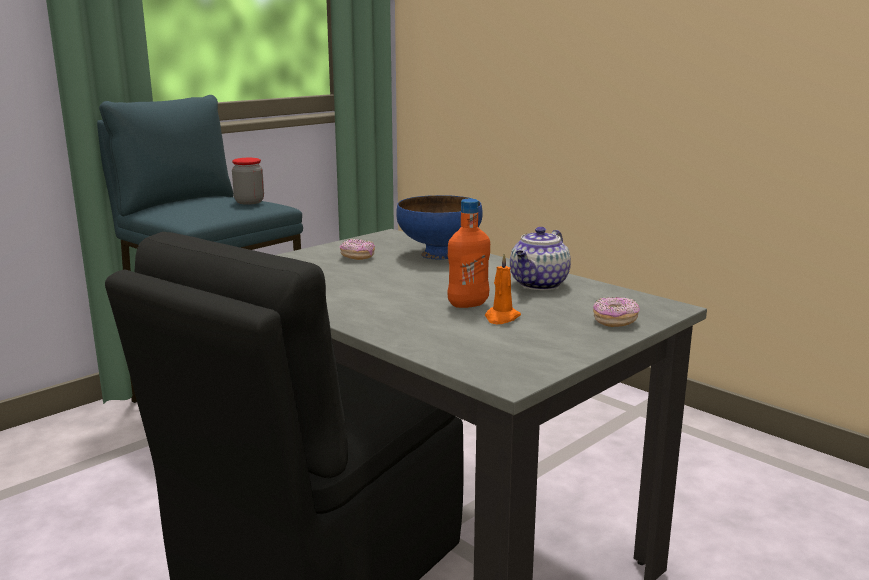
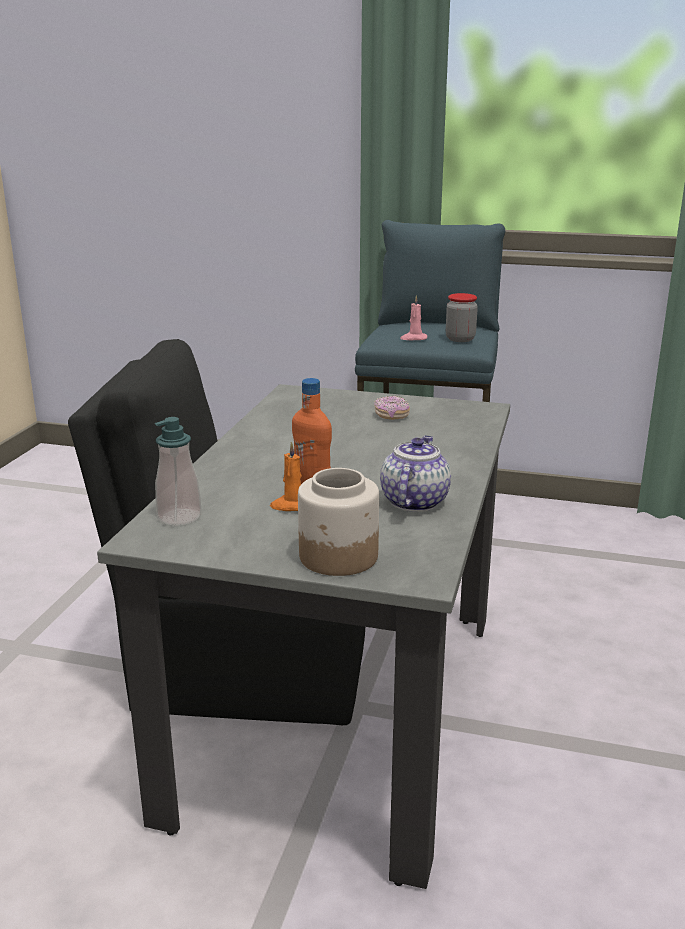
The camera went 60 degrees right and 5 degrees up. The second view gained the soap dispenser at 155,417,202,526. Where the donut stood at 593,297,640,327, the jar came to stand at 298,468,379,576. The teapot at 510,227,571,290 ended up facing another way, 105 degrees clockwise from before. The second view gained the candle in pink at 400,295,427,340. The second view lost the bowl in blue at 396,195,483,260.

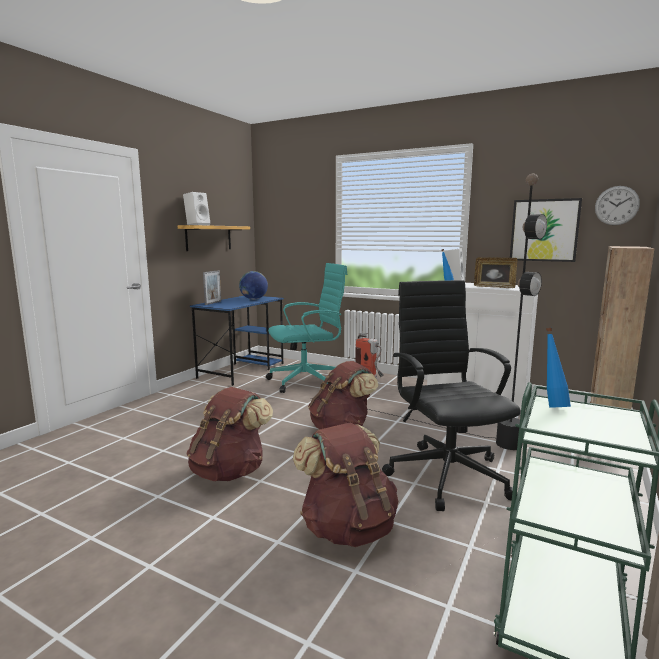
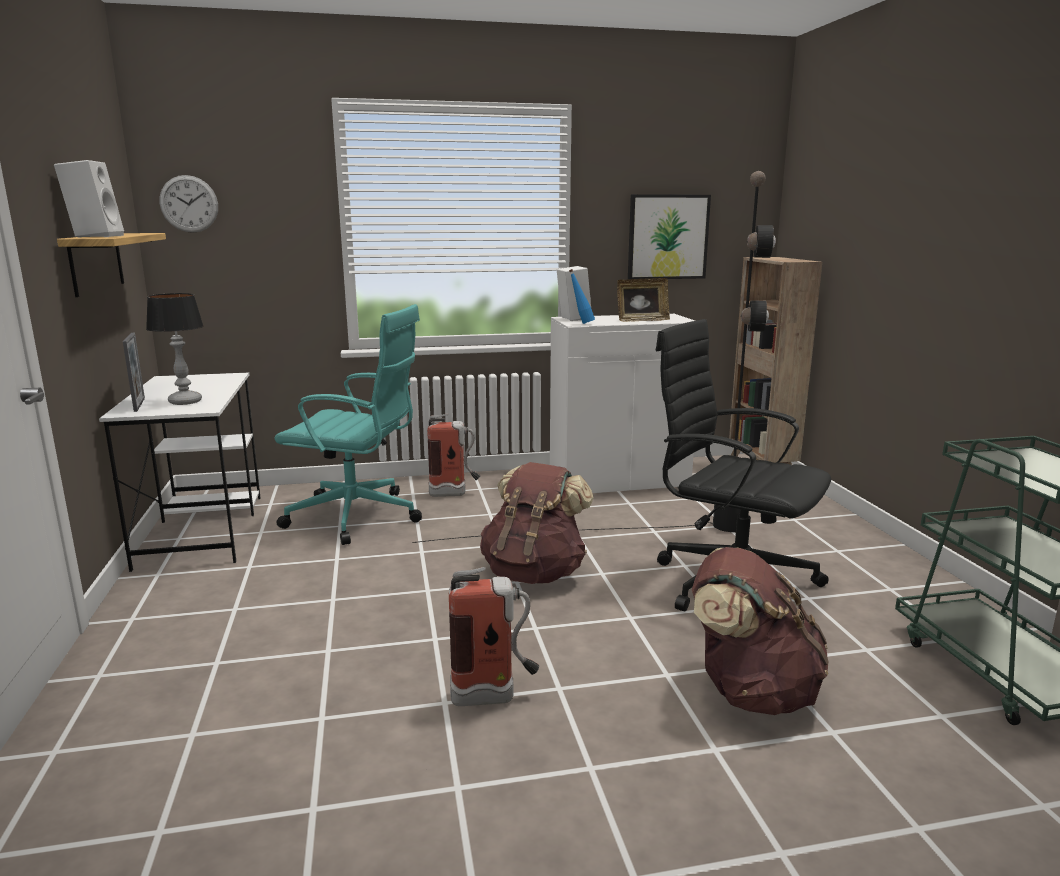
The camera went 40 degrees left and 5 degrees up. What was the desk in blue at 190,296,284,386 turned into the desk in white at 99,372,261,572. The second view gained the table lamp at 146,293,204,405. The wall clock ended up elsewhere, having gone from 595,186,640,225 to 160,175,218,233. The office chair in turquoise at 266,263,348,393 ended up facing another way, 75 degrees clockwise from before. Where the backpack in brown stood at 186,387,273,481, the fire extinguisher came to stand at 449,567,539,706. The second view lost the globe at 239,271,268,299. The second view lost the bottle in blue at 546,328,571,408.

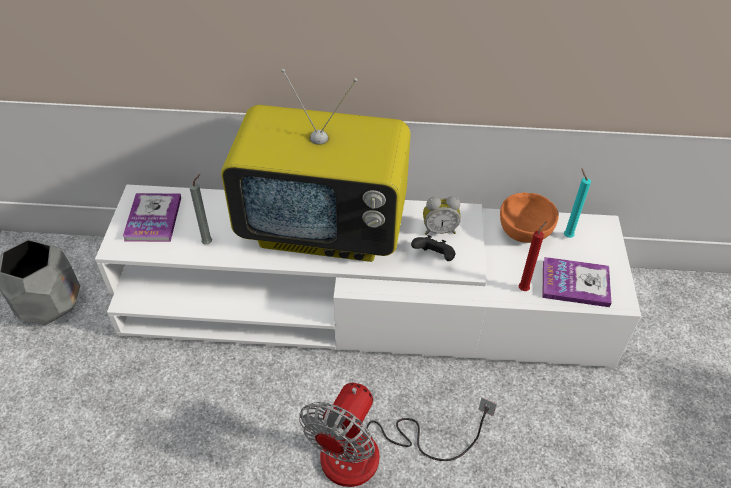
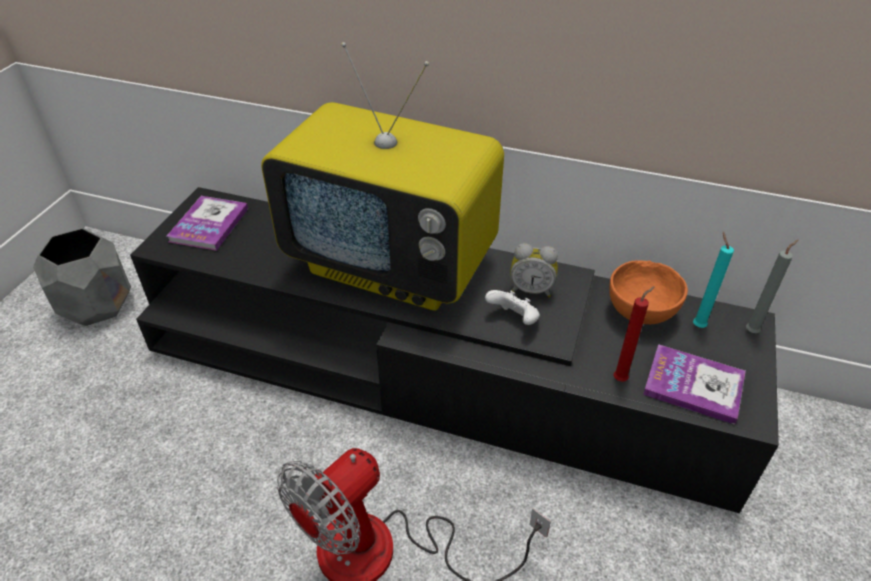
The camera went 15 degrees right and 5 degrees down. What was the tv stand in white at 95,184,641,367 turned into the tv stand in black at 130,187,779,513. What was the game controller in black at 411,235,455,261 turned into the game controller in white at 485,290,540,325. The candle in grey ended up elsewhere, having gone from 189,174,212,244 to 746,240,798,333.

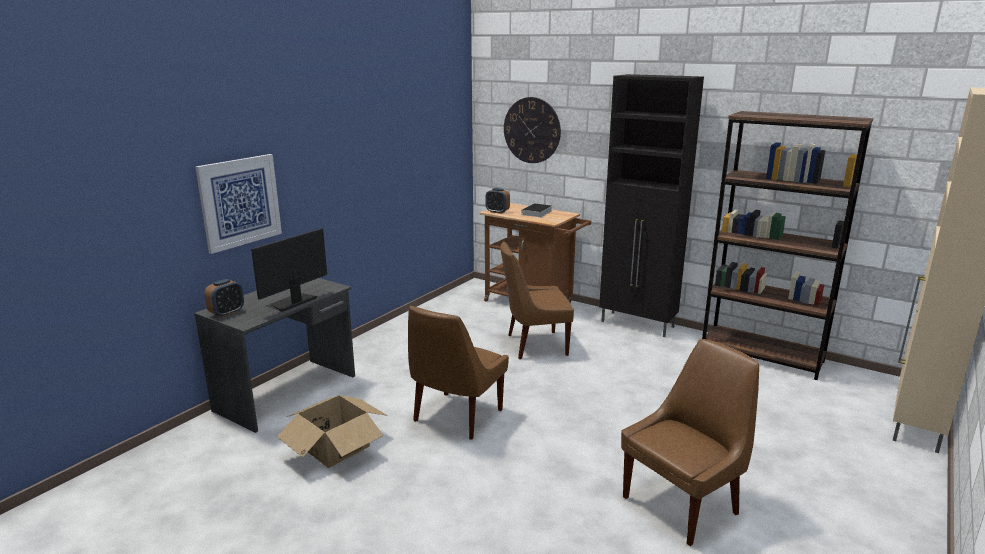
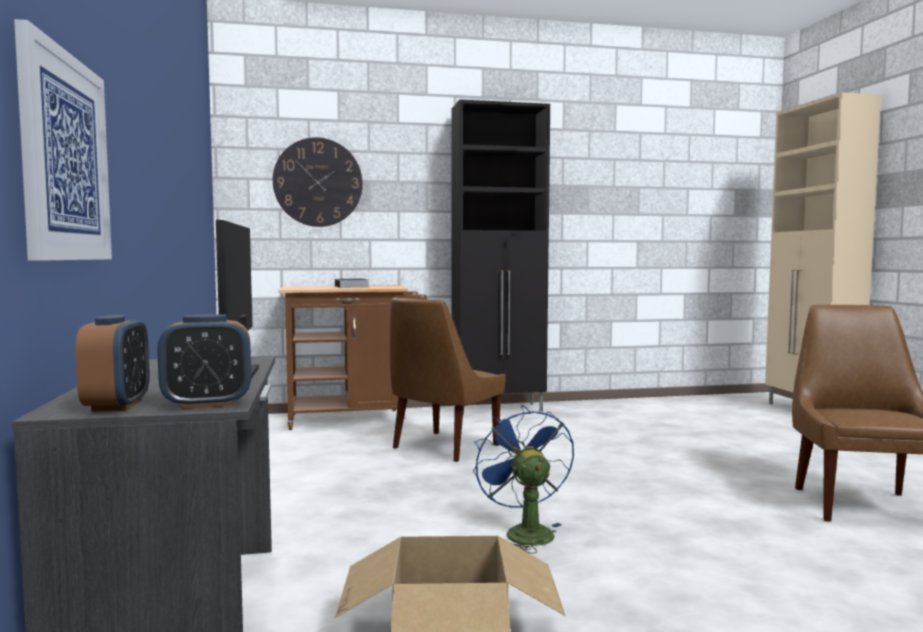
The camera went 45 degrees left and 15 degrees down. The alarm clock ended up elsewhere, having gone from 485,188,510,214 to 157,314,251,409. Where the chair in brown stood at 408,306,509,440, the fan in blue came to stand at 473,405,574,554. The second view lost the bookcase in brown at 702,111,873,380.

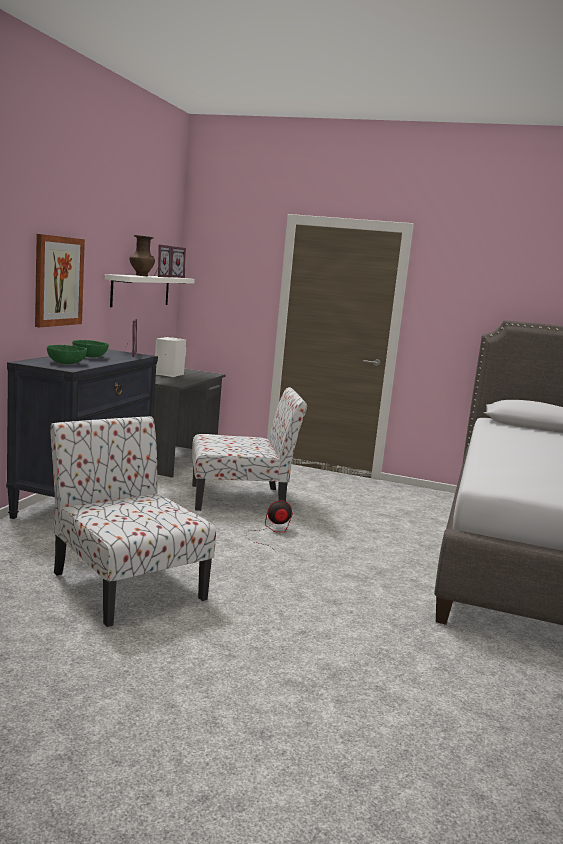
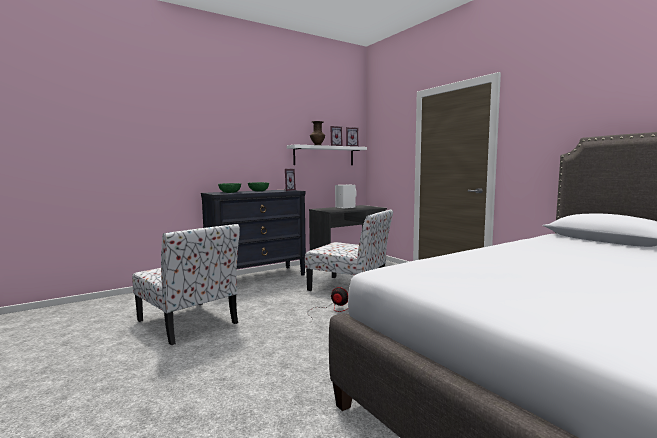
The camera went 40 degrees right and 5 degrees down. The chair at 50,416,216,627 ended up facing another way, 135 degrees clockwise from before. The second view lost the picture at 35,234,85,327.

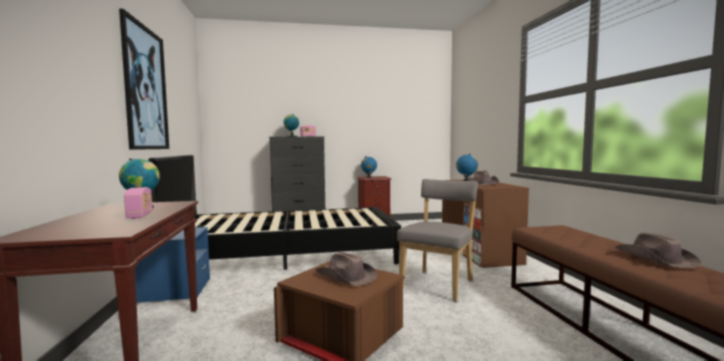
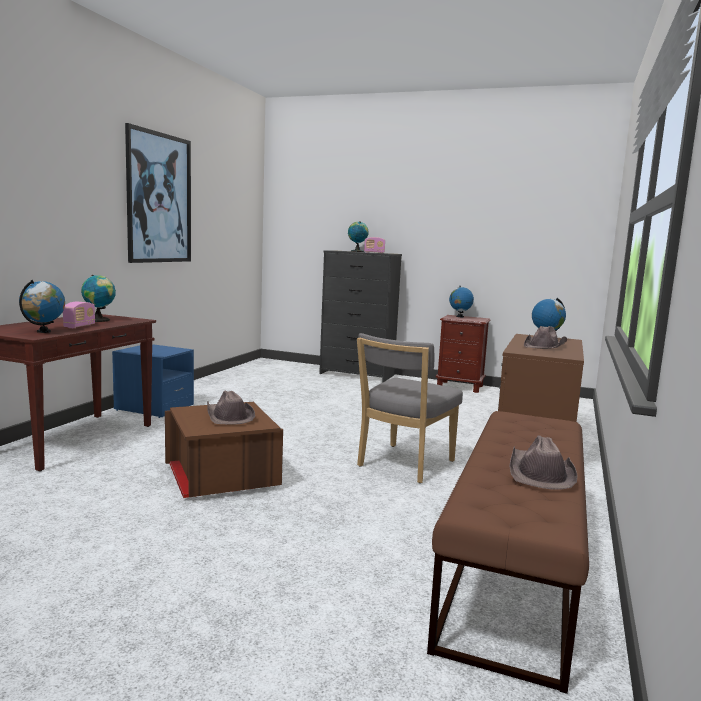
The camera went 30 degrees right and 5 degrees up. The second view gained the globe at 19,280,65,333. The chair in grey at 397,179,478,302 ended up facing another way, 150 degrees clockwise from before. The second view lost the bed in black at 148,155,401,270.

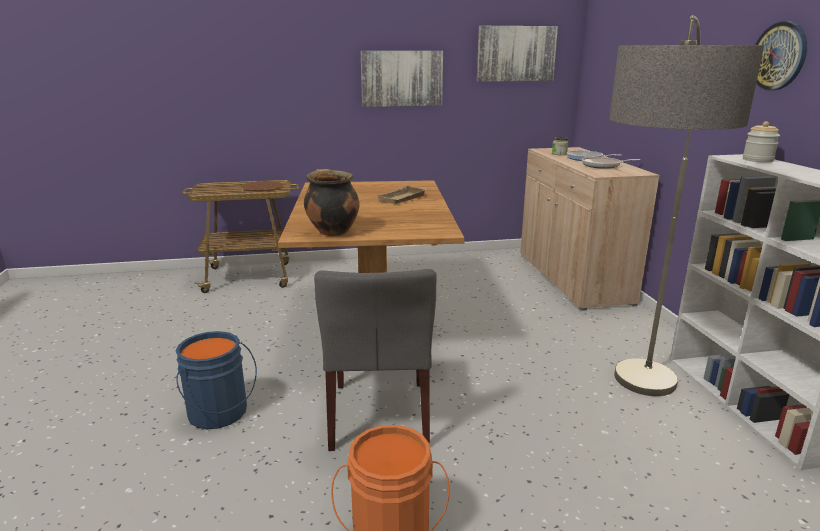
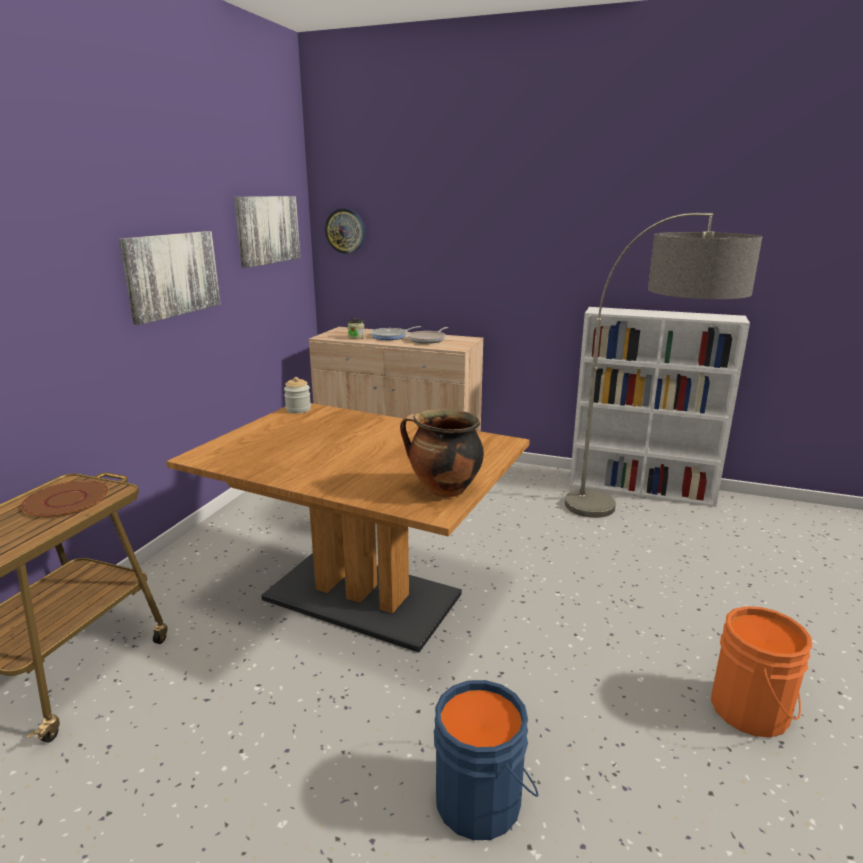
The camera went 60 degrees left and 0 degrees up. The jar ended up elsewhere, having gone from 743,121,780,162 to 284,377,311,413. The wall clock ended up elsewhere, having gone from 755,21,807,91 to 325,208,365,254. The second view lost the chair in grey at 314,269,437,451. The second view lost the tray in beige at 378,185,427,204.

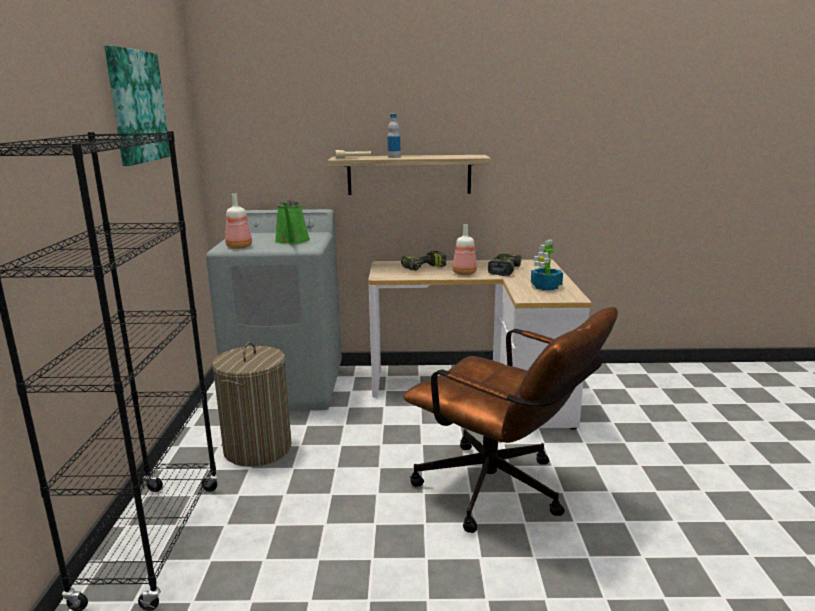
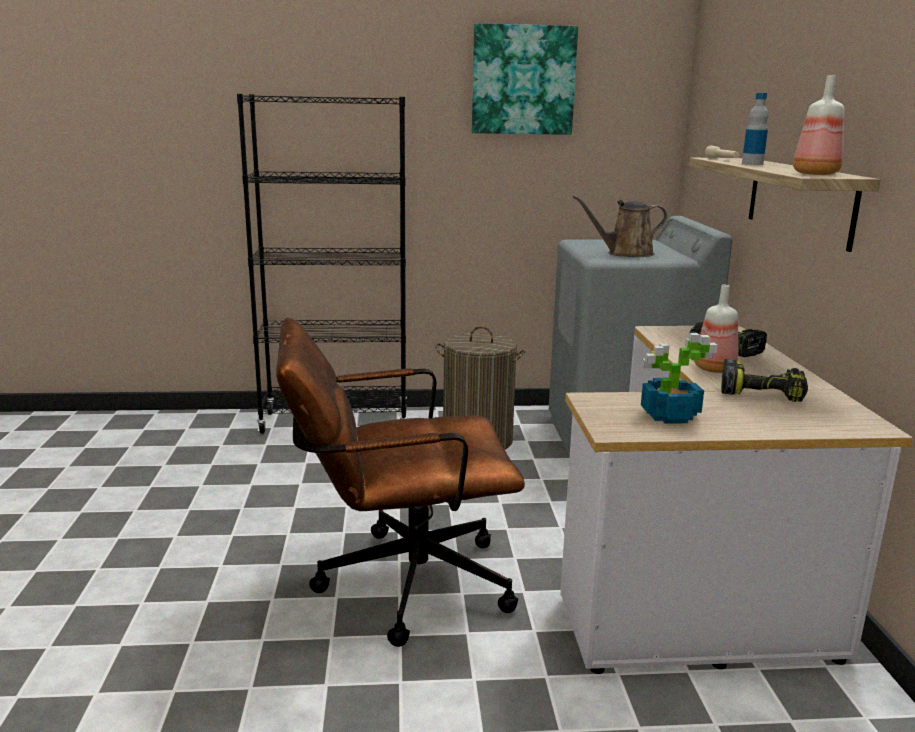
The camera went 85 degrees right and 0 degrees up. The office chair in brown at 403,307,618,533 ended up facing another way, 45 degrees clockwise from before. What was the watering can in green at 274,200,310,244 turned into the watering can in brown at 573,195,667,257. The bottle ended up elsewhere, having gone from 225,194,252,249 to 793,76,844,175.

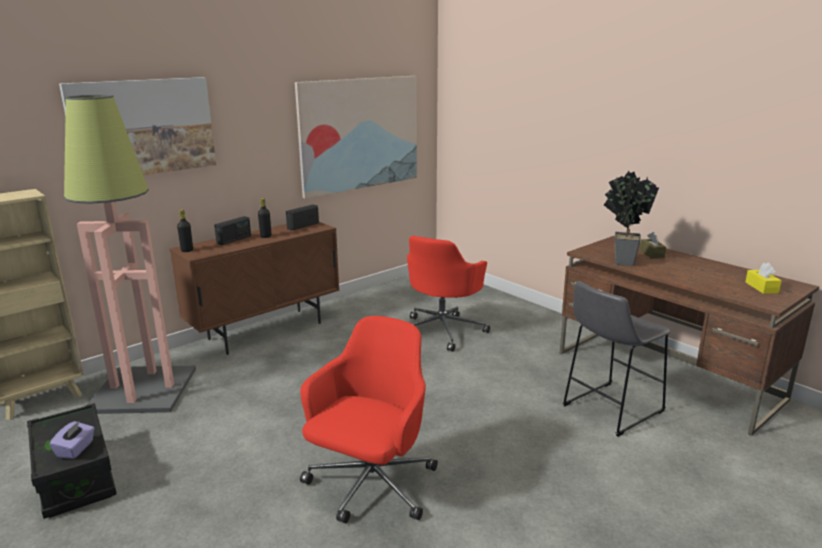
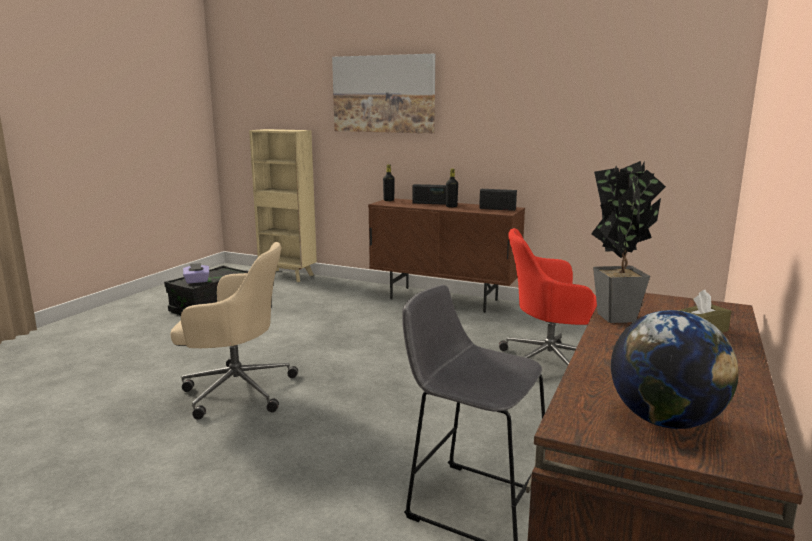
The camera went 65 degrees right and 5 degrees down. What was the office chair in red at 300,316,438,523 turned into the office chair in beige at 170,242,298,420. Where the tissue box in yellow stood at 746,263,782,294, the globe came to stand at 611,310,739,429. The second view lost the floor lamp at 64,95,196,414. The second view lost the picture at 295,76,417,199.

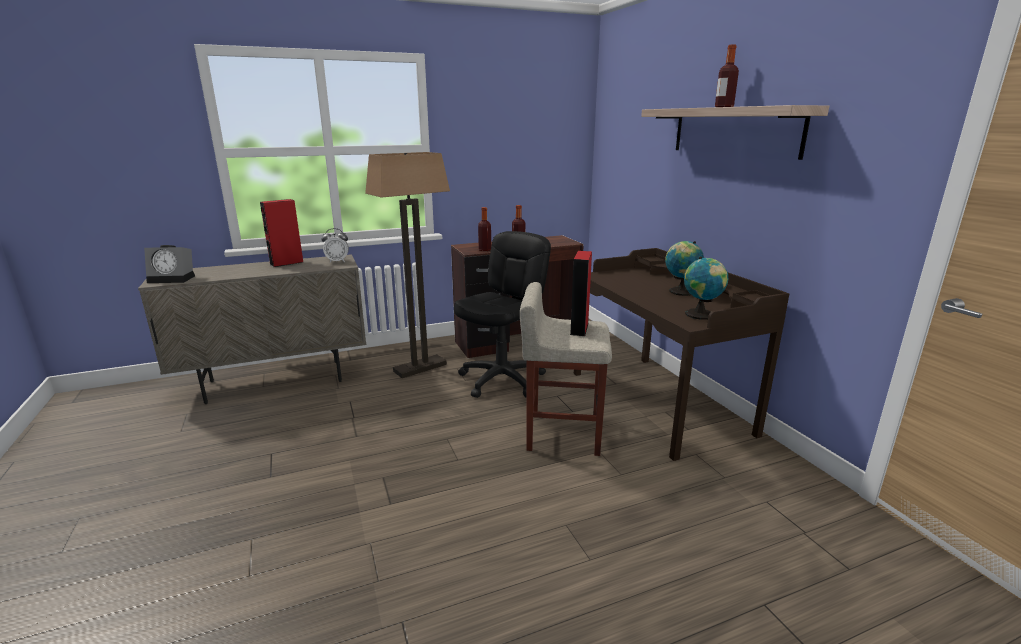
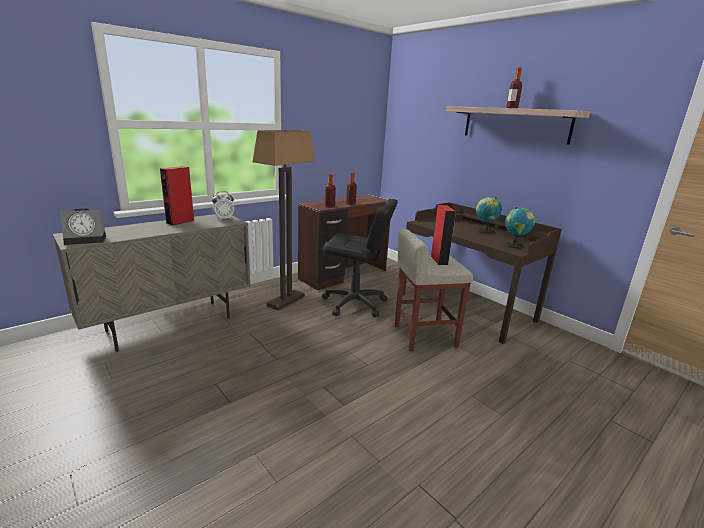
The camera went 20 degrees left and 0 degrees up. The office chair in black at 454,231,551,398 ended up facing another way, 90 degrees clockwise from before.

